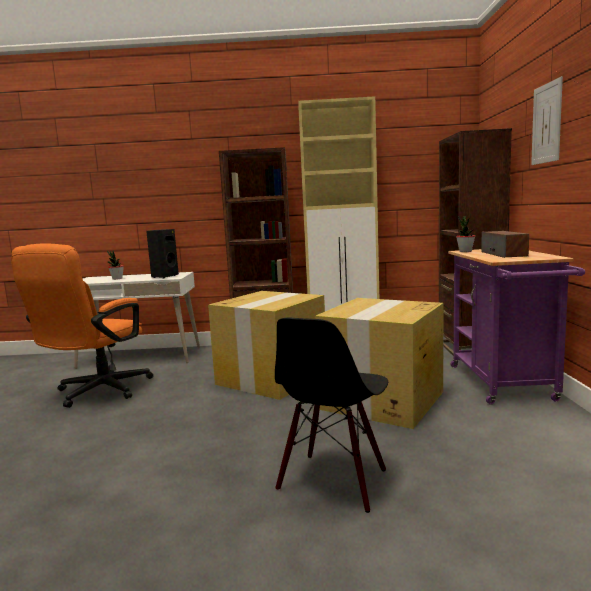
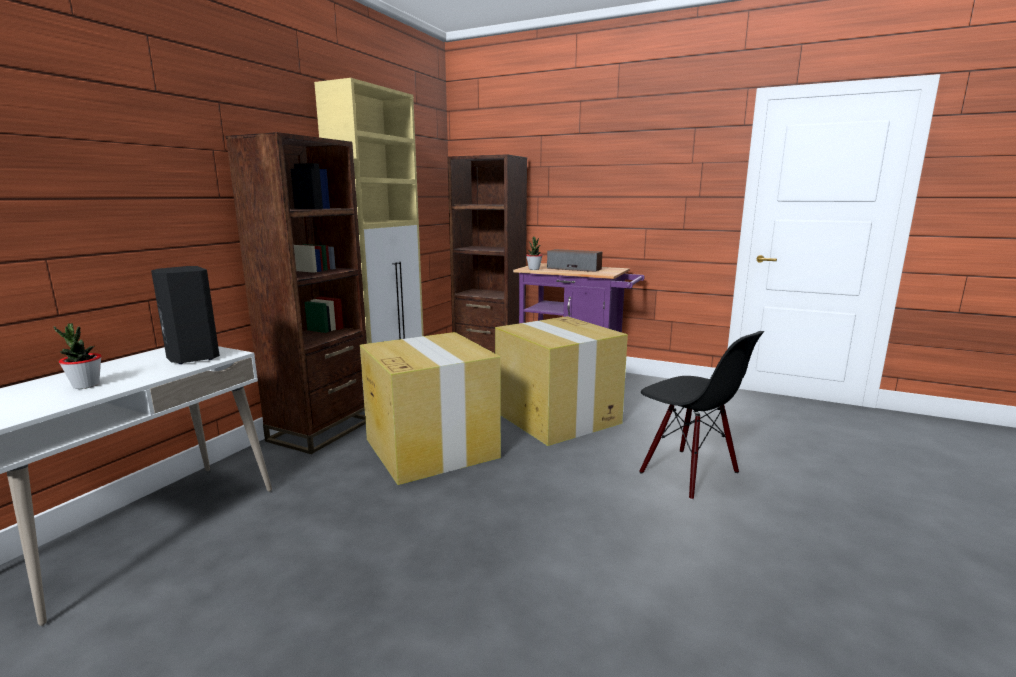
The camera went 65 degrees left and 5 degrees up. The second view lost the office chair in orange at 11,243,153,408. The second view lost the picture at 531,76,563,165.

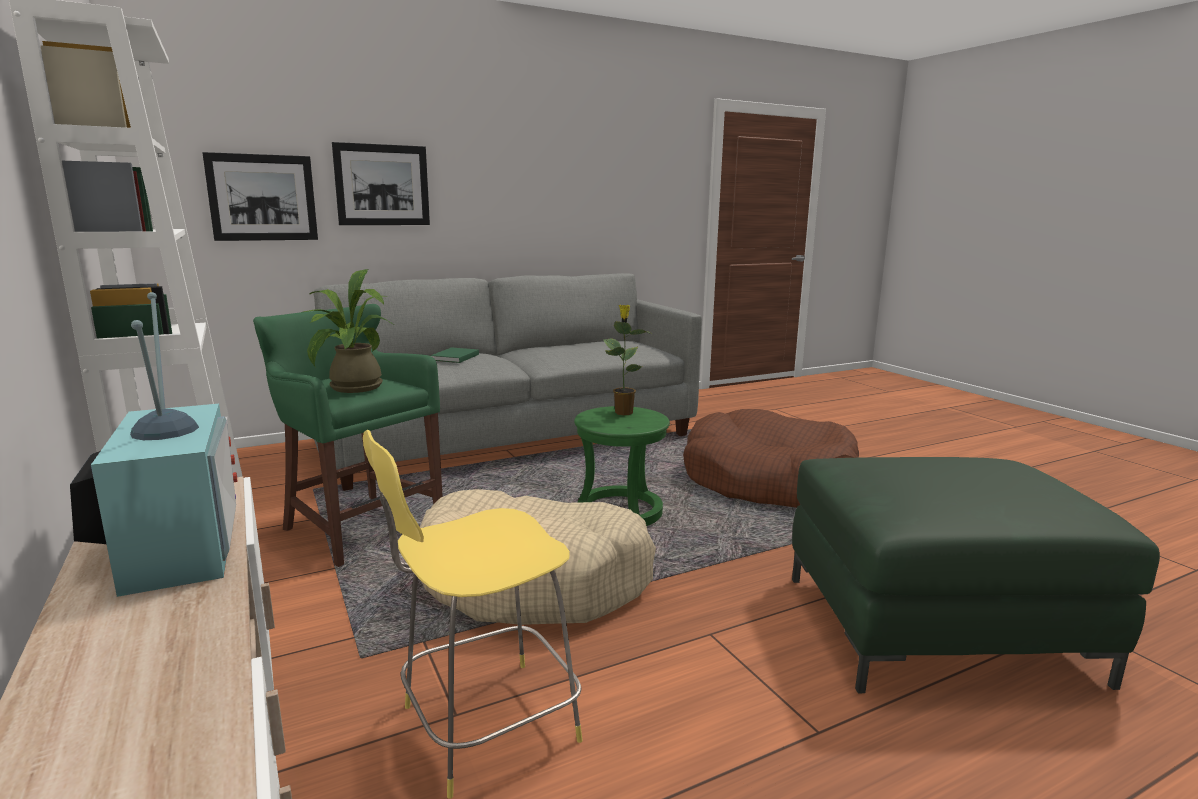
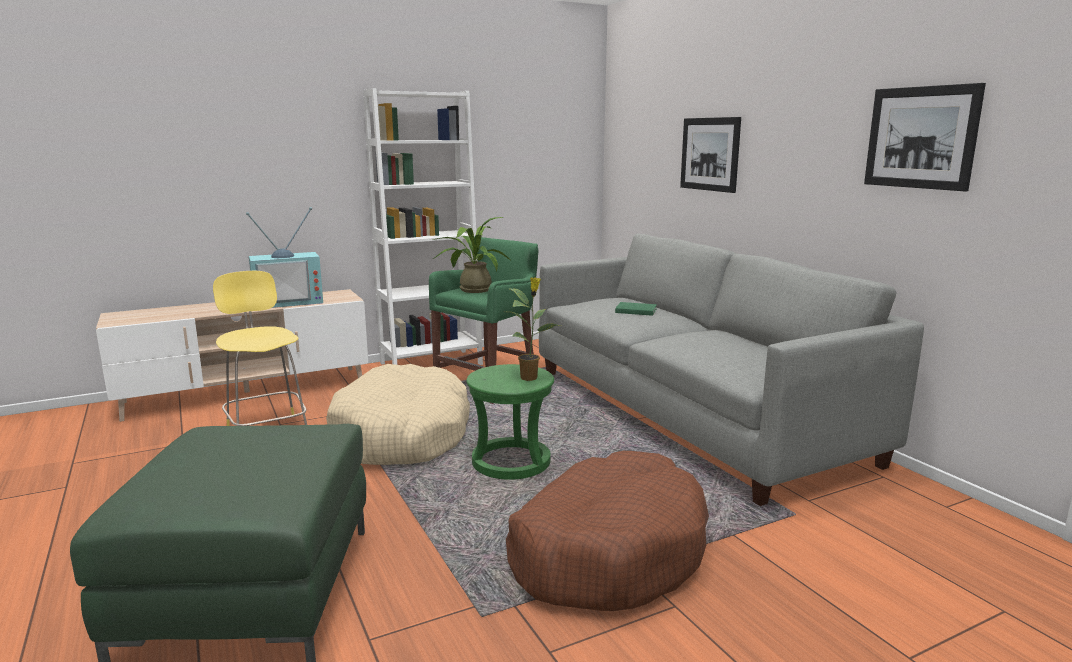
The camera went 90 degrees right and 0 degrees up. The picture ended up elsewhere, having gone from 202,152,318,241 to 864,83,986,191.

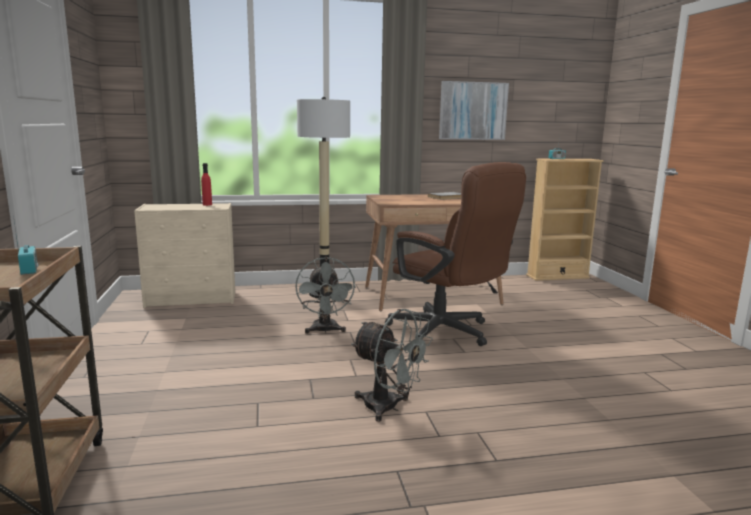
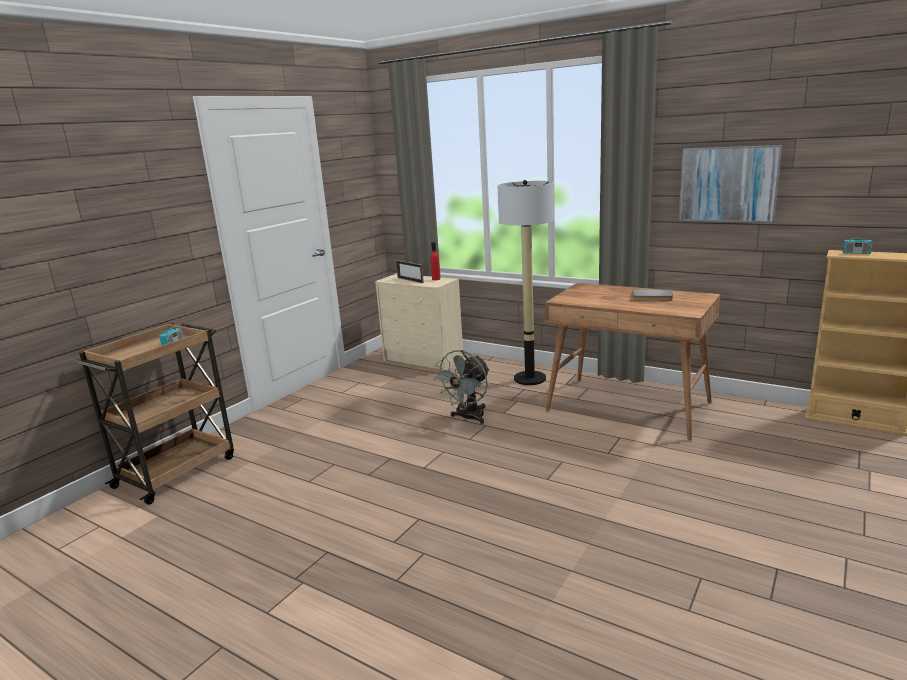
The camera went 45 degrees right and 5 degrees up. The second view gained the picture frame at 396,260,424,283. The second view lost the fan in grey at 351,309,433,422. The second view lost the office chair in brown at 385,162,526,346.

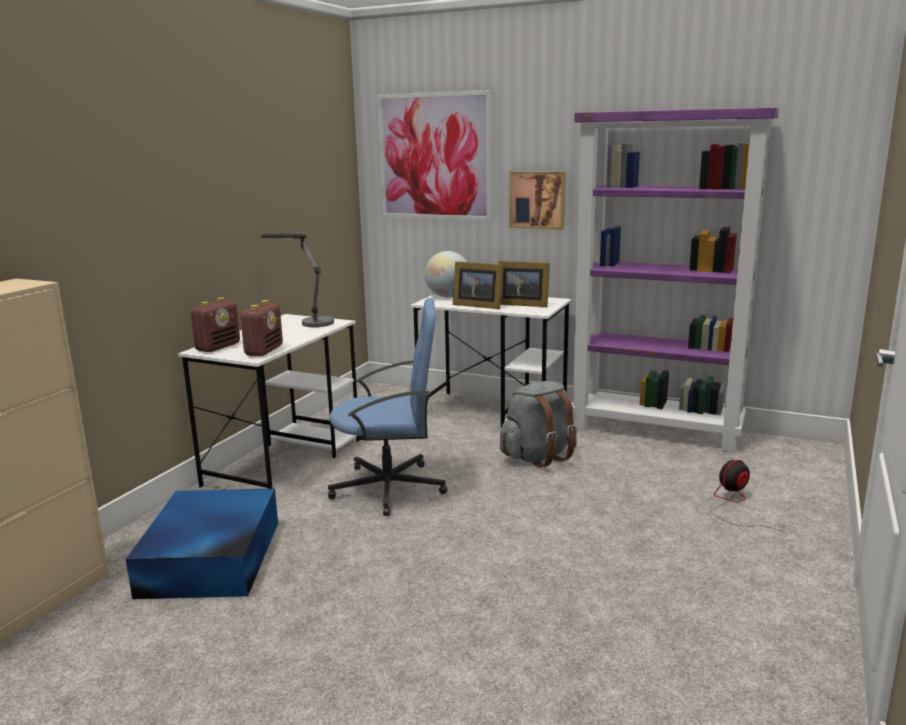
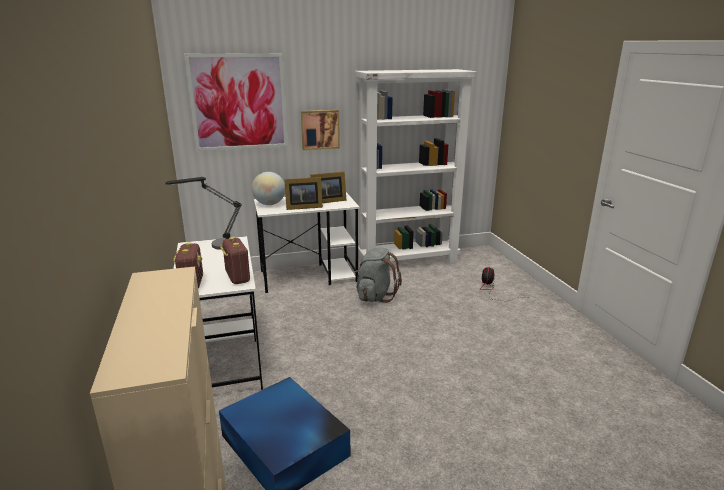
The camera went 40 degrees left and 5 degrees up. What was the bookcase in purple at 572,107,779,453 turned into the bookcase in white at 355,69,477,264. The second view lost the office chair in blue at 328,298,448,516.

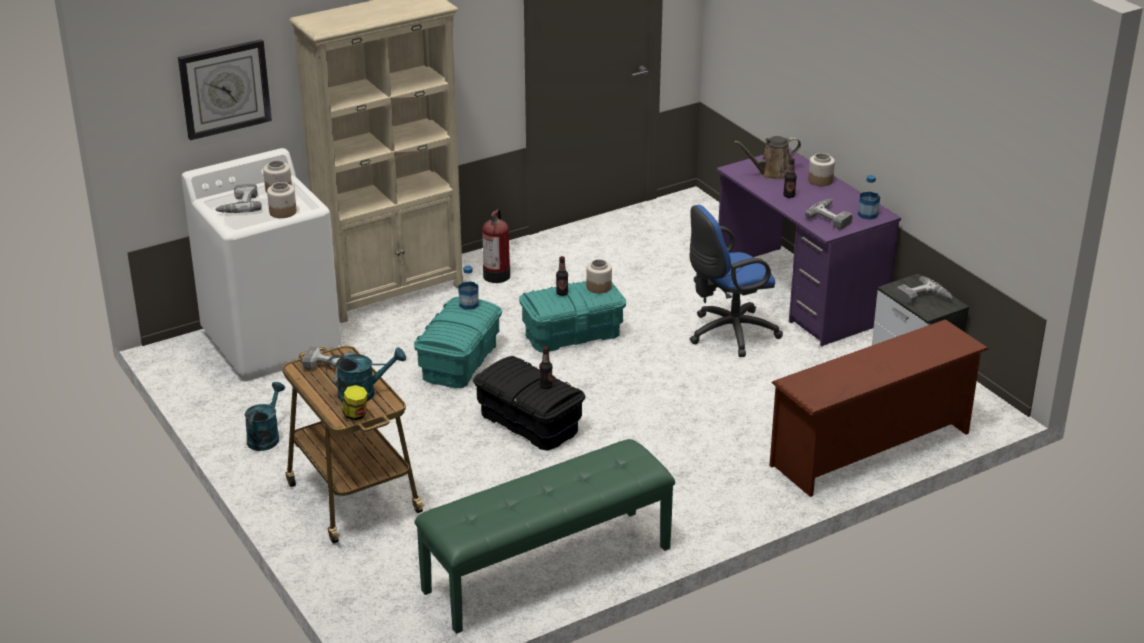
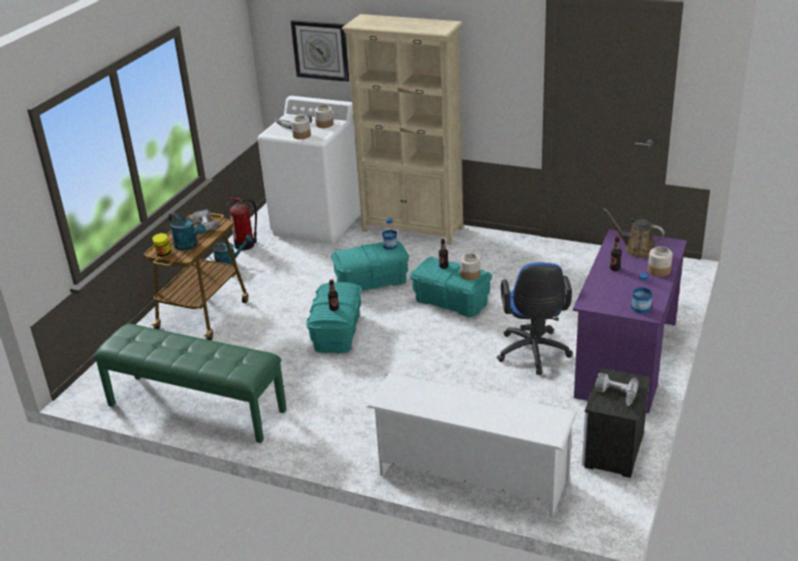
The camera went 55 degrees right and 0 degrees up. The fire extinguisher ended up elsewhere, having gone from 483,209,510,283 to 225,198,257,250. What was the storage box in black at 473,356,585,451 turned into the storage box in turquoise at 306,282,362,353. What was the shoe rack in brown at 770,319,989,497 turned into the shoe rack in white at 367,373,577,518. The office chair in blue at 690,205,783,357 ended up facing another way, 120 degrees counterclockwise from before. The second view lost the power drill at 805,199,853,230.

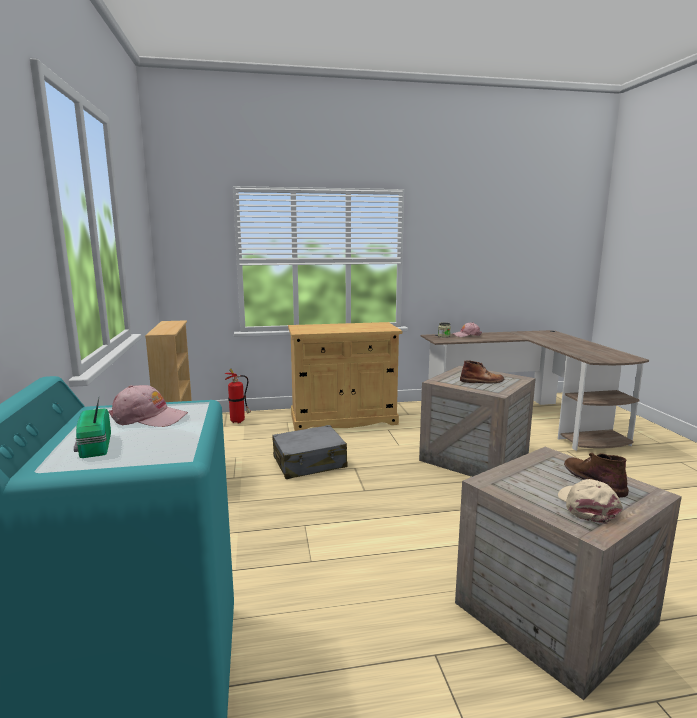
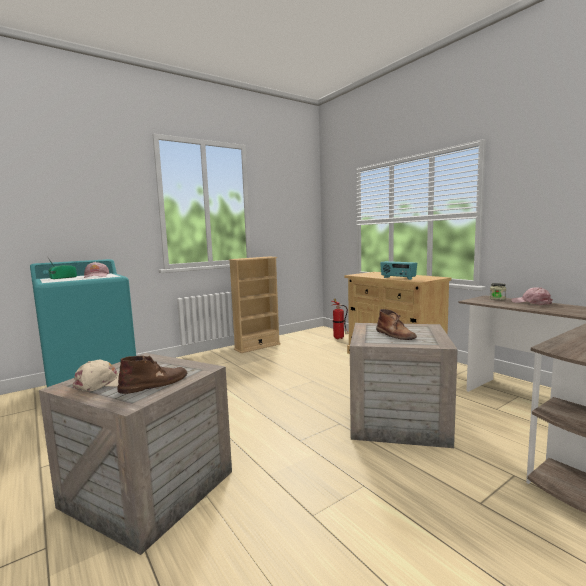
The camera went 65 degrees right and 5 degrees down. The second view gained the radio at 380,261,417,280. The second view lost the suitcase in grey at 272,425,348,479.

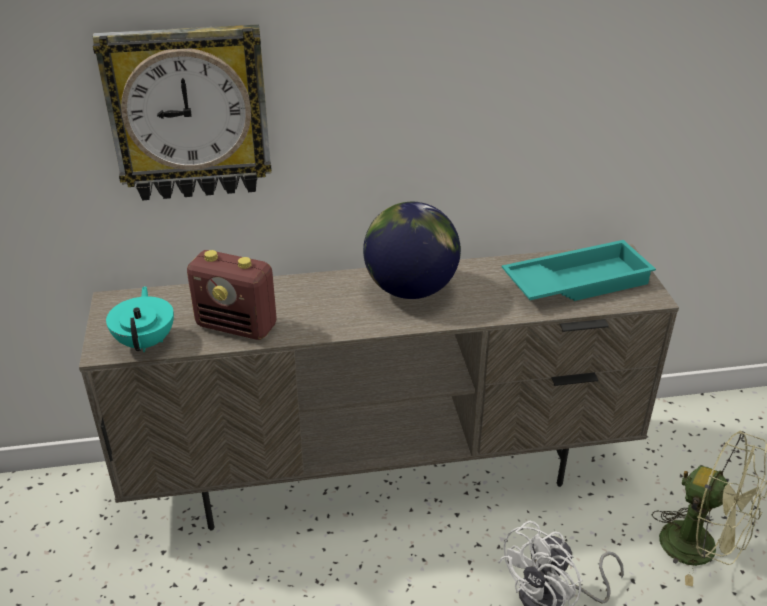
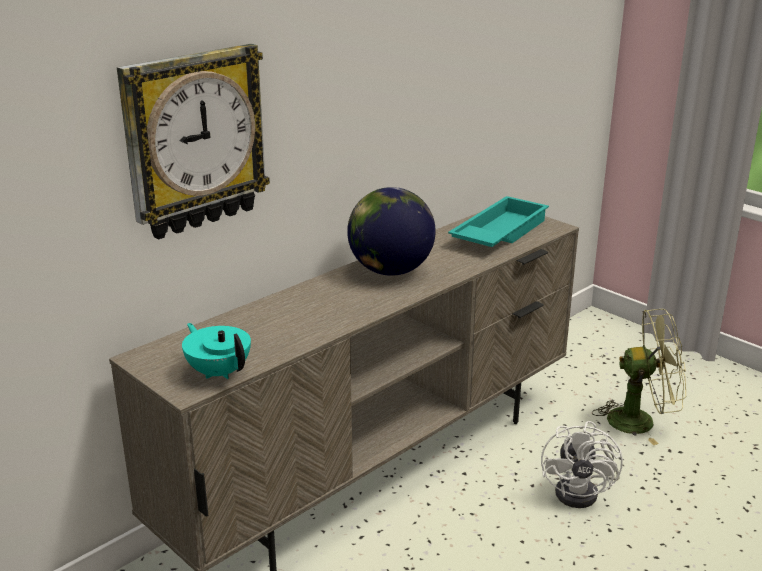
The camera went 35 degrees left and 10 degrees down. The second view lost the radio at 187,250,277,340.

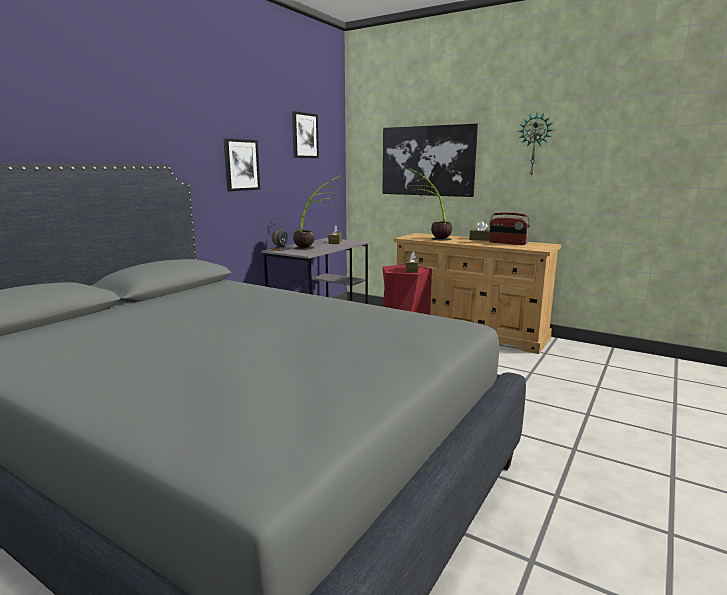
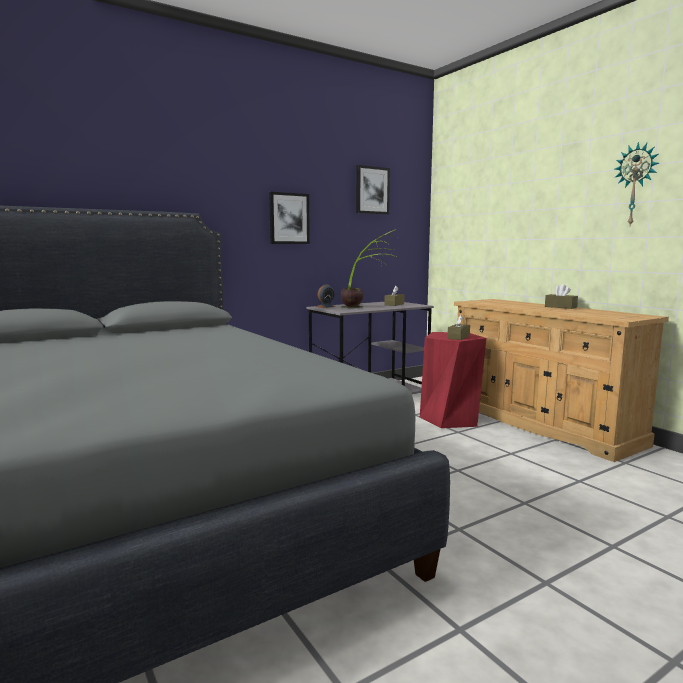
The camera went 25 degrees right and 5 degrees down. The second view lost the picture at 383,124,478,197. The second view lost the potted plant at 408,168,452,241. The second view lost the radio at 489,212,530,245.

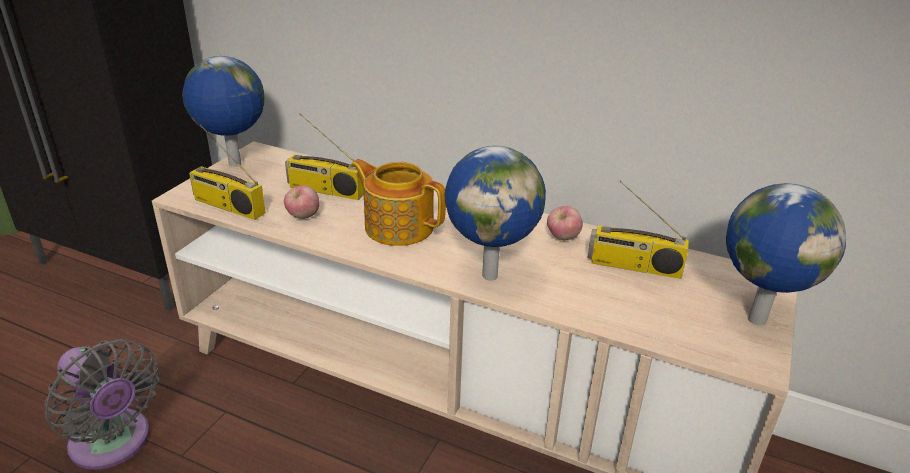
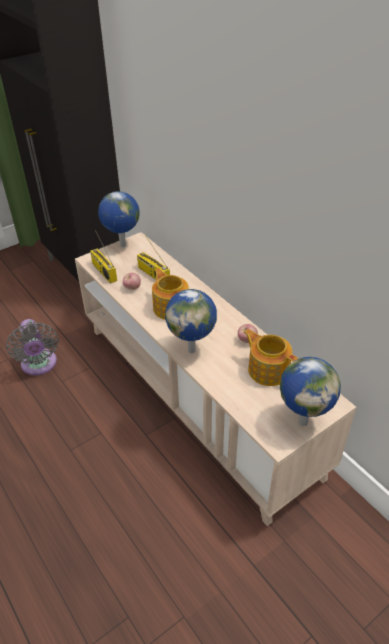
The camera went 30 degrees right and 10 degrees up. Where the radio stood at 587,180,689,279, the teapot came to stand at 244,329,298,386.

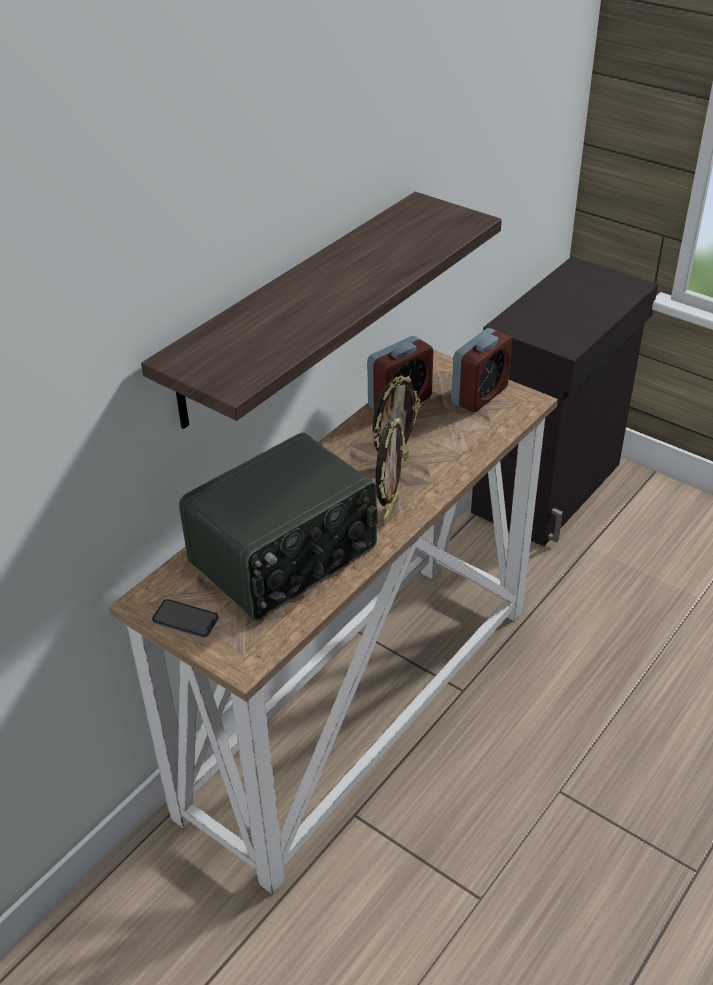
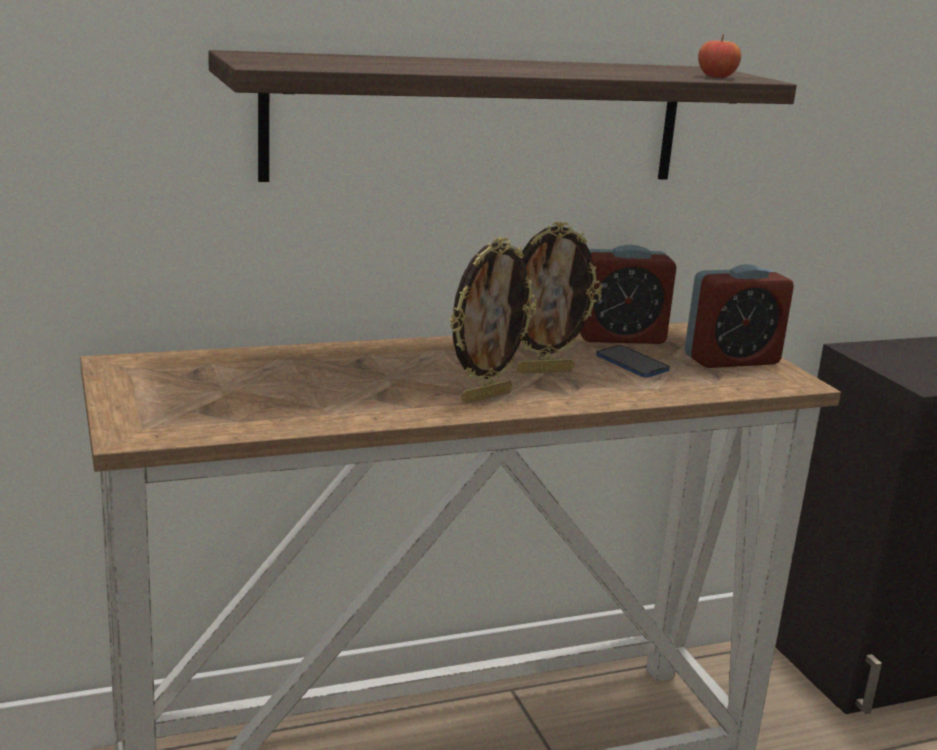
The camera went 30 degrees right and 20 degrees down. The phone ended up elsewhere, having gone from 152,599,219,638 to 596,345,670,378. The second view gained the apple at 698,34,741,78. The second view lost the radio at 179,432,378,620.

